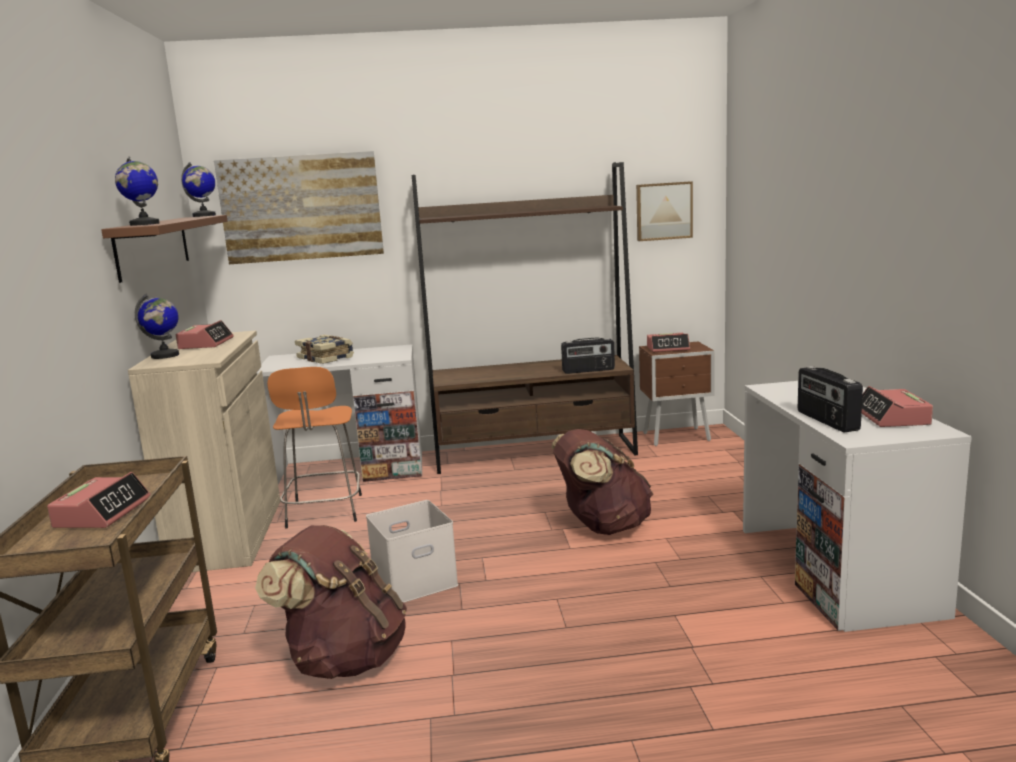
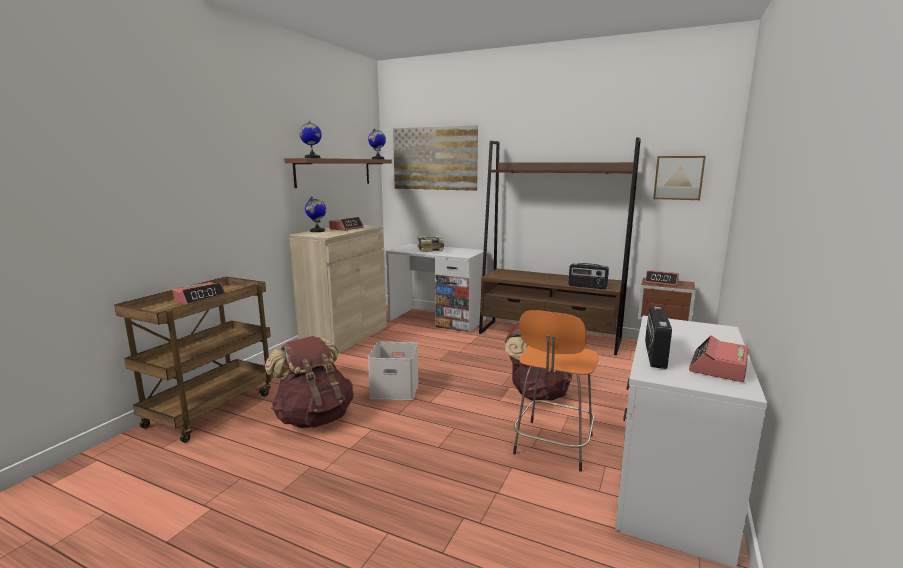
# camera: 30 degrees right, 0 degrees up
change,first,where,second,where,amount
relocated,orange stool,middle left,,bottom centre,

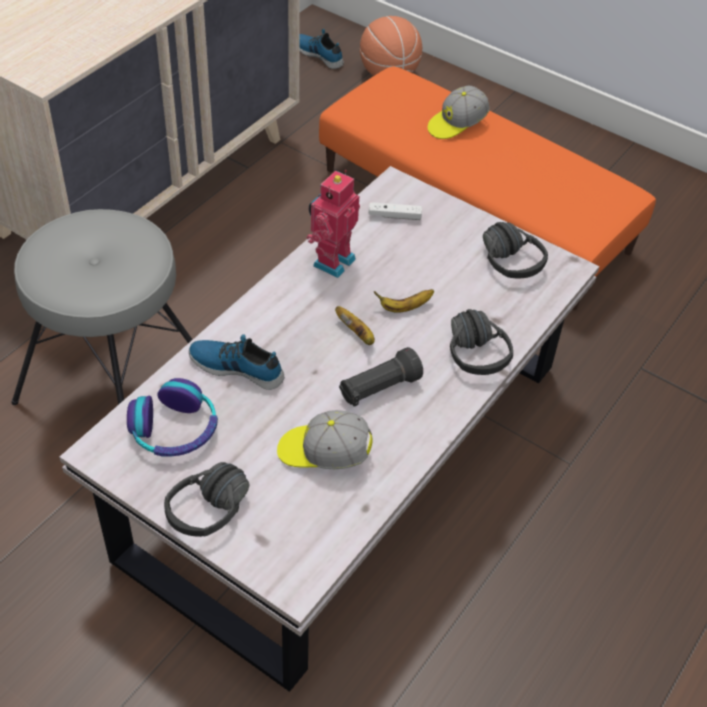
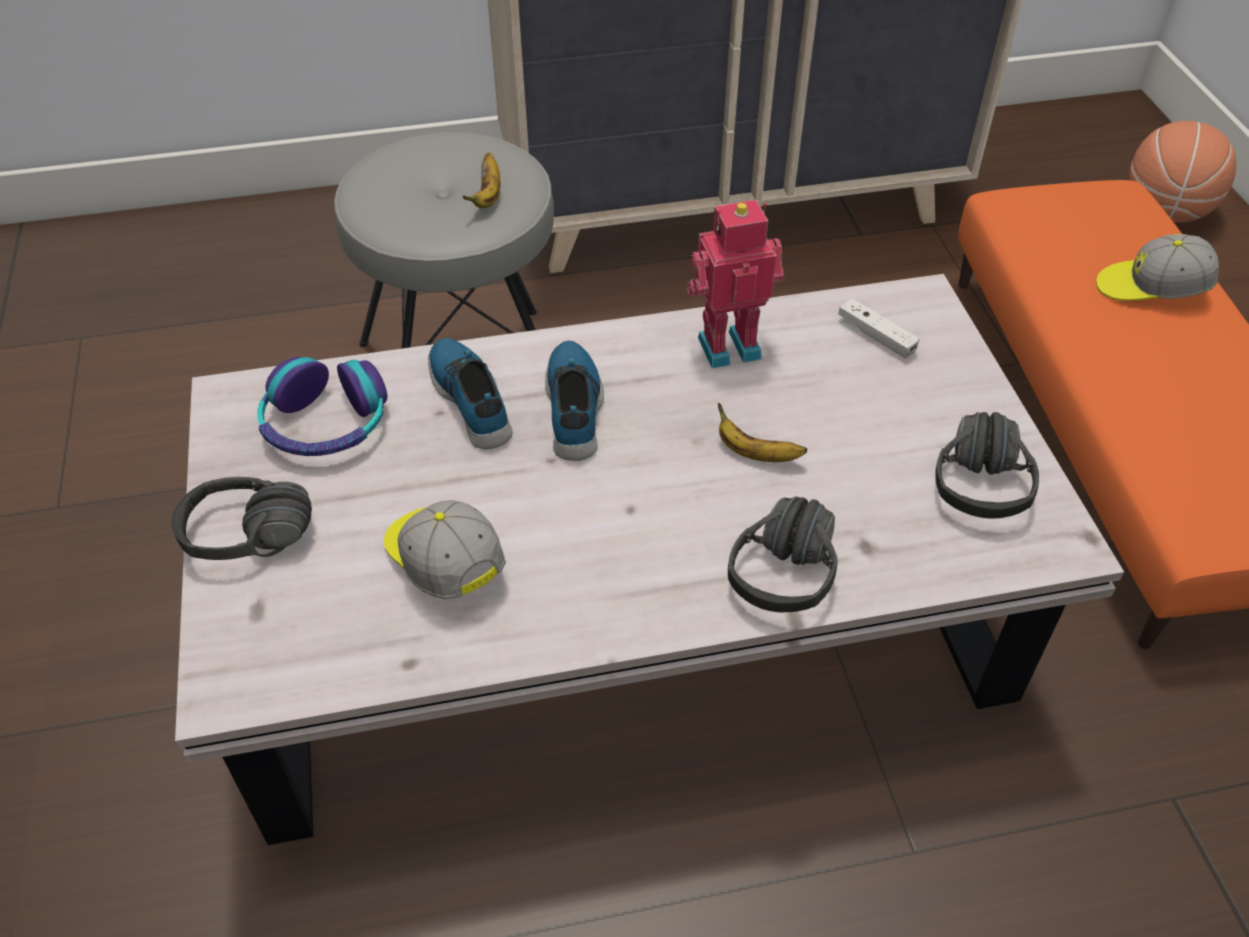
# camera: 45 degrees right, 0 degrees up
change,first,where,second,where,amount
relocated,banana (no. 1 from left),centre,,top centre,
relocated,shoe (no. 2 from left),top centre,,centre,
missing,black flashlight,centre,,,

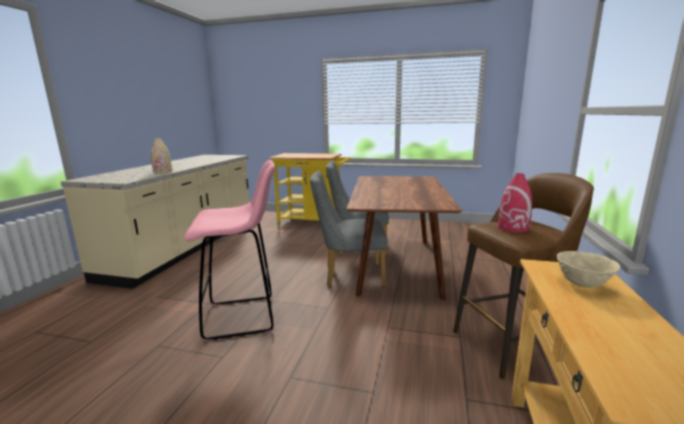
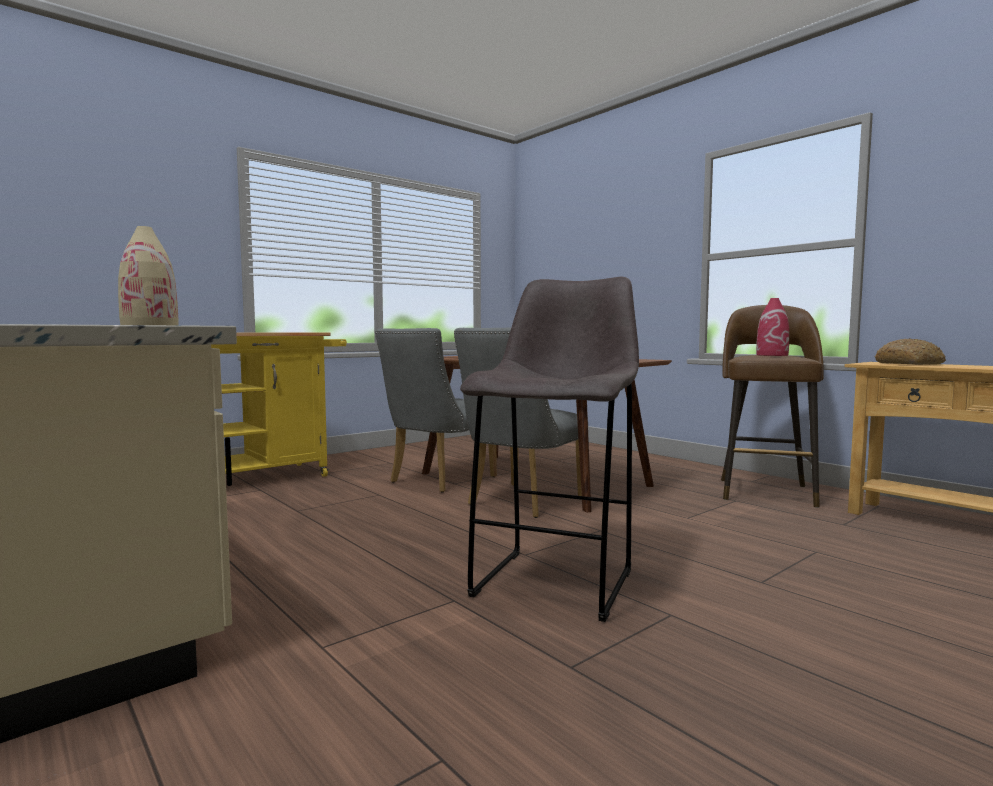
# camera: 55 degrees left, 10 degrees down
change,first,where,second,where,amount
colour,pink stool,centre,grey stool,centre,
exchanged,beige bowl,middle right,bread,middle right,

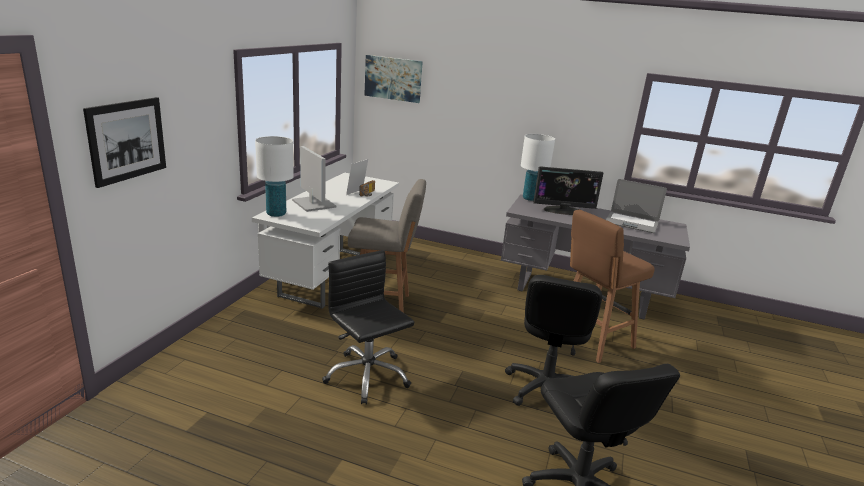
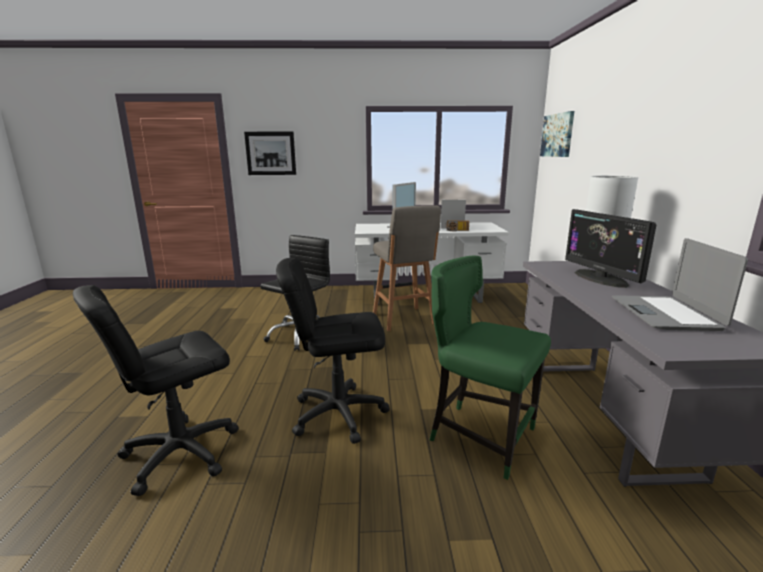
# camera: 70 degrees right, 5 degrees down
change,first,where,second,where,amount
exchanged,brown stool,middle right,green chair,centre,
missing,white table lamp (no. 1 from left),middle left,,,

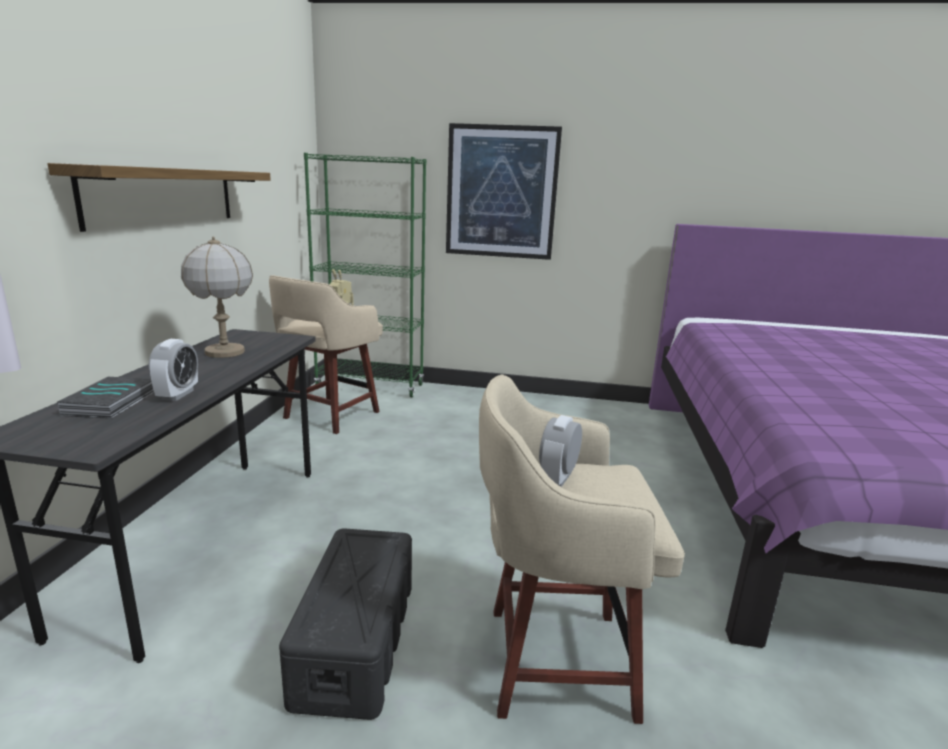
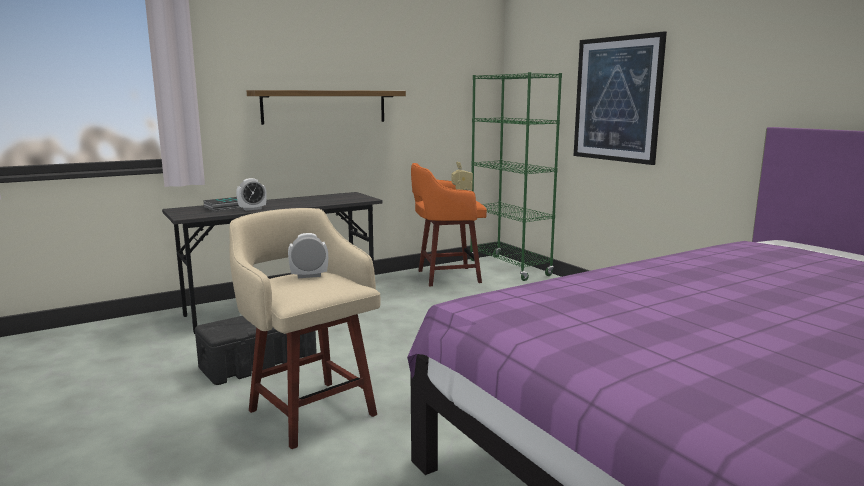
# camera: 50 degrees right, 5 degrees down
change,first,where,second,where,amount
colour,beige stool (no. 1 from left),centre,orange stool,centre,
missing,table lamp,middle left,,,

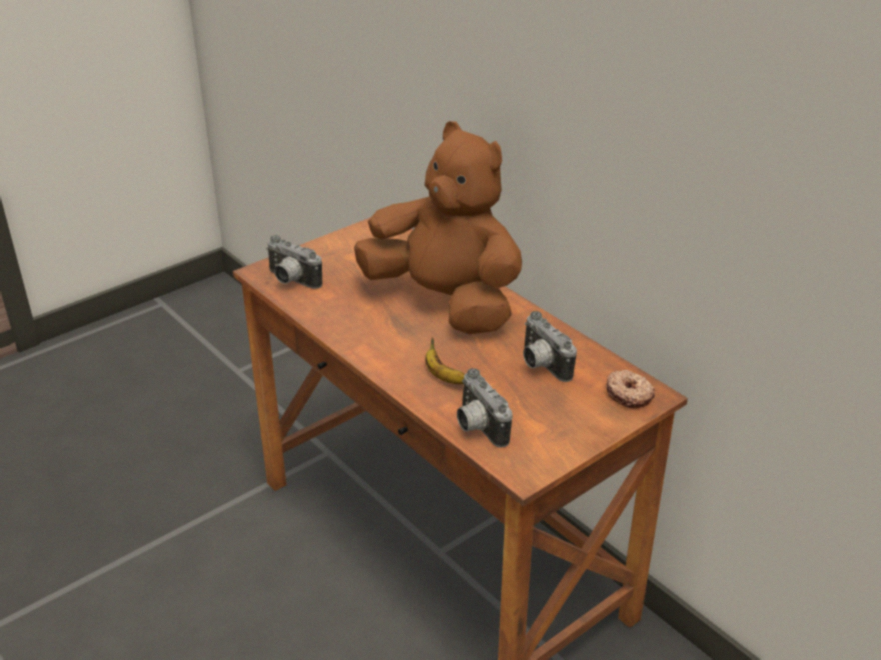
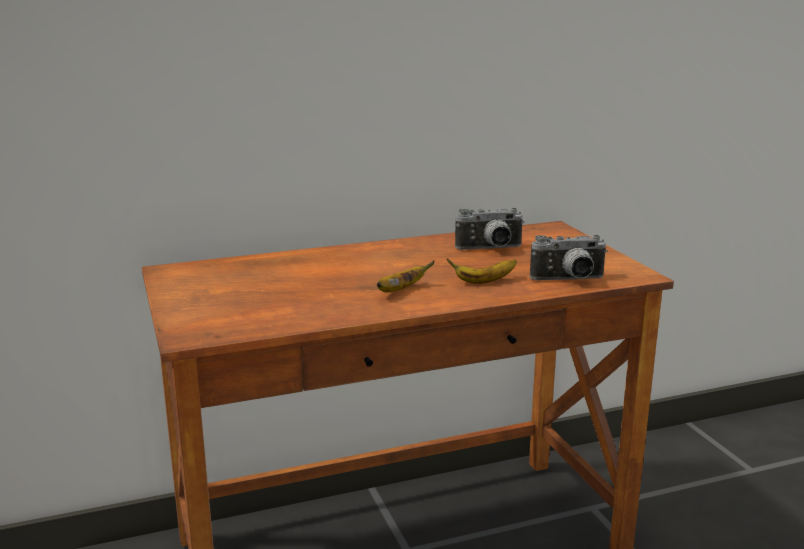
# camera: 70 degrees left, 15 degrees down
change,first,where,second,where,amount
appeared,,,banana (no. 1 from left),centre,
missing,photo camera (no. 1 from left),centre,,,
missing,brown plush toy,centre,,,
missing,donut,middle right,,,

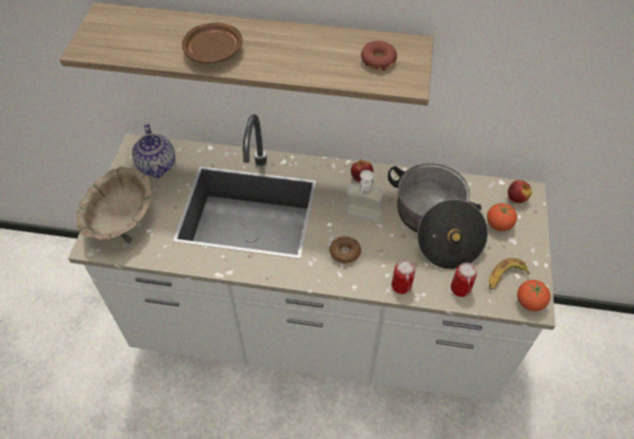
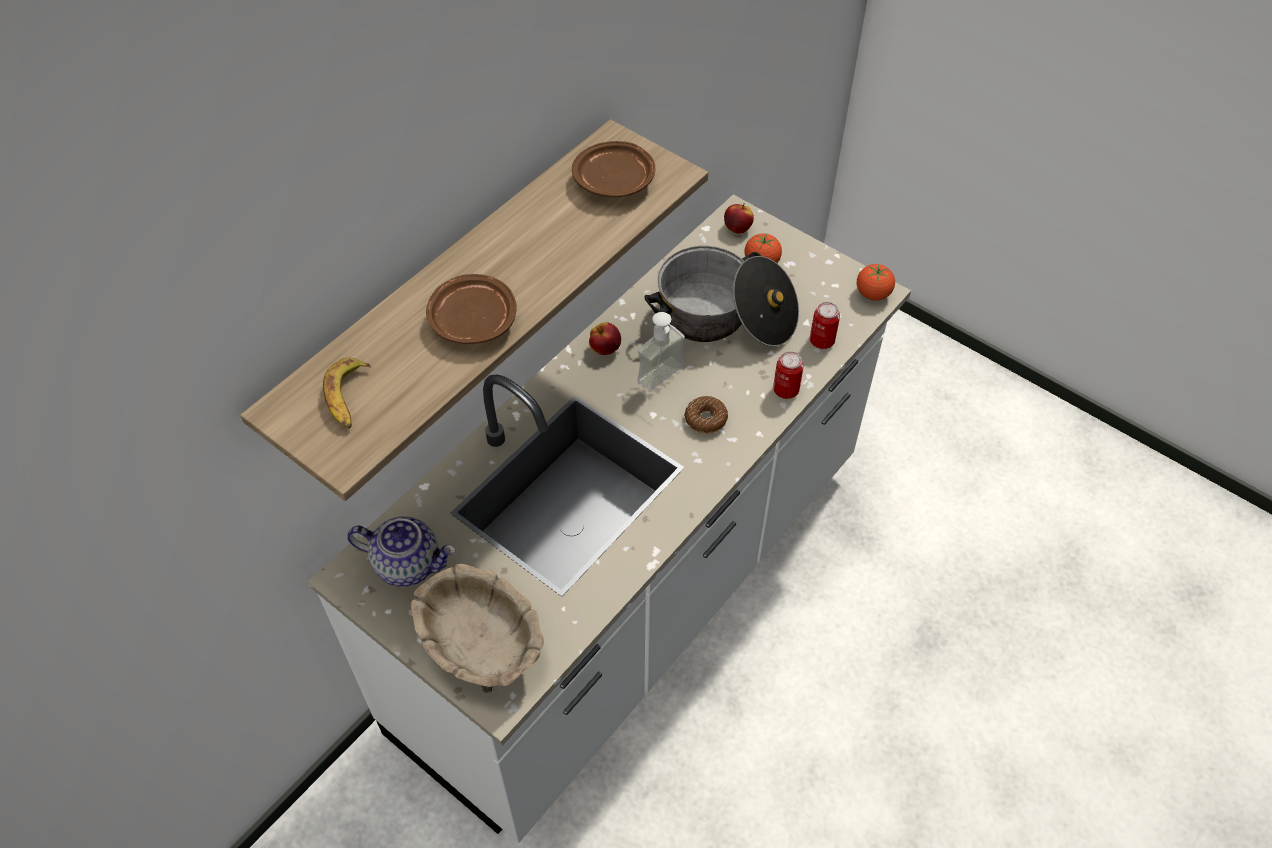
# camera: 60 degrees left, 0 degrees up
change,first,where,second,where,amount
relocated,banana,middle right,,middle left,
exchanged,donut (no. 2 from left),top centre,brown plate (no. 2 from left),top centre,

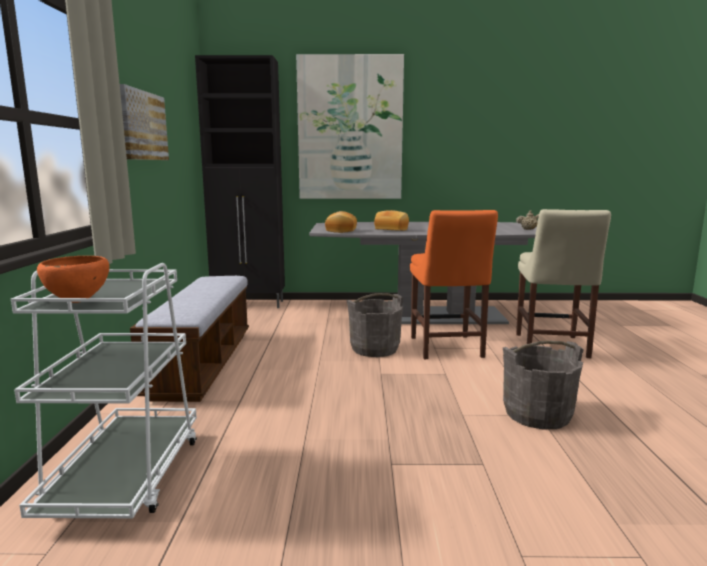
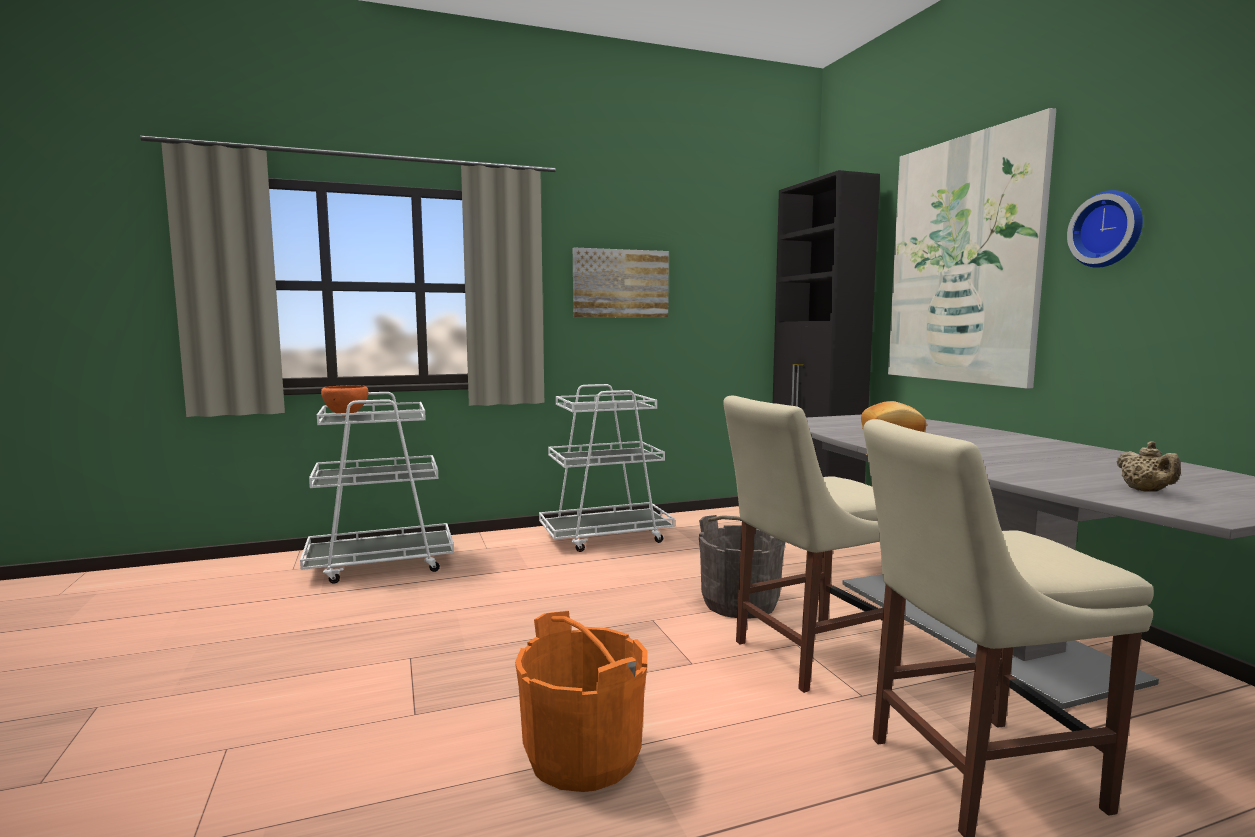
# camera: 70 degrees right, 5 degrees down
change,first,where,second,where,amount
colour,grey bucket (no. 2 from left),bottom right,orange bucket,bottom centre,
exchanged,bench,middle left,white cart (no. 2 from left),centre,
colour,orange chair,centre,beige chair (no. 1 from left),centre,
appeared,,,wall clock,top right,
missing,bread (no. 1 from left),centre,,,

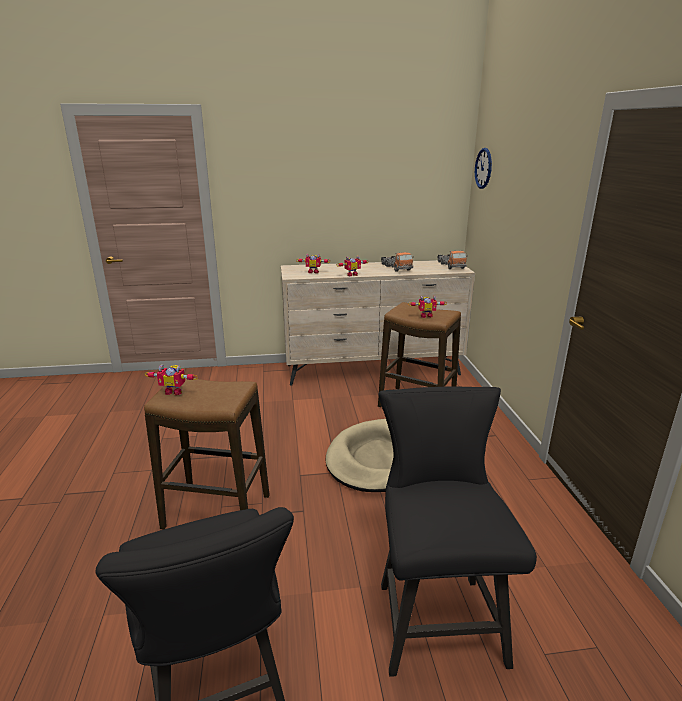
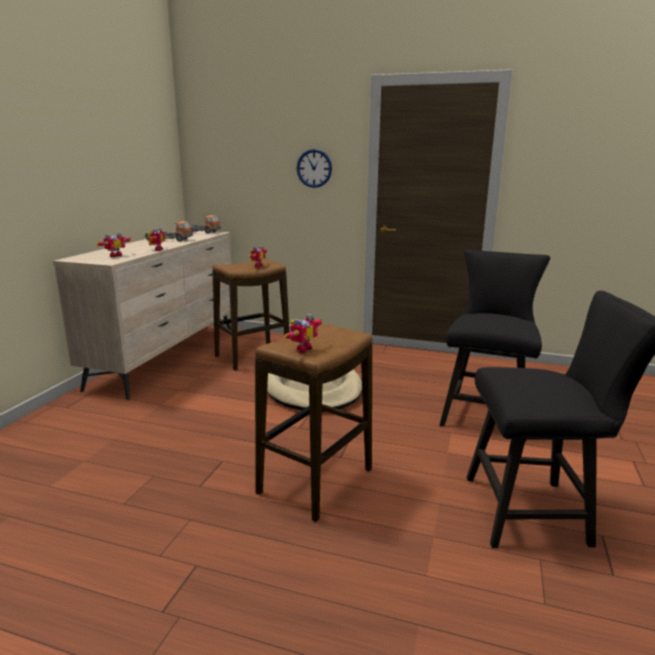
# camera: 65 degrees left, 5 degrees down
change,first,where,second,where,amount
relocated,wall clock,top right,,top centre,
spun,black chair (no. 2 from left in the first image),bottom right,black chair (no. 1 from left),middle right,90 degrees clockwise

